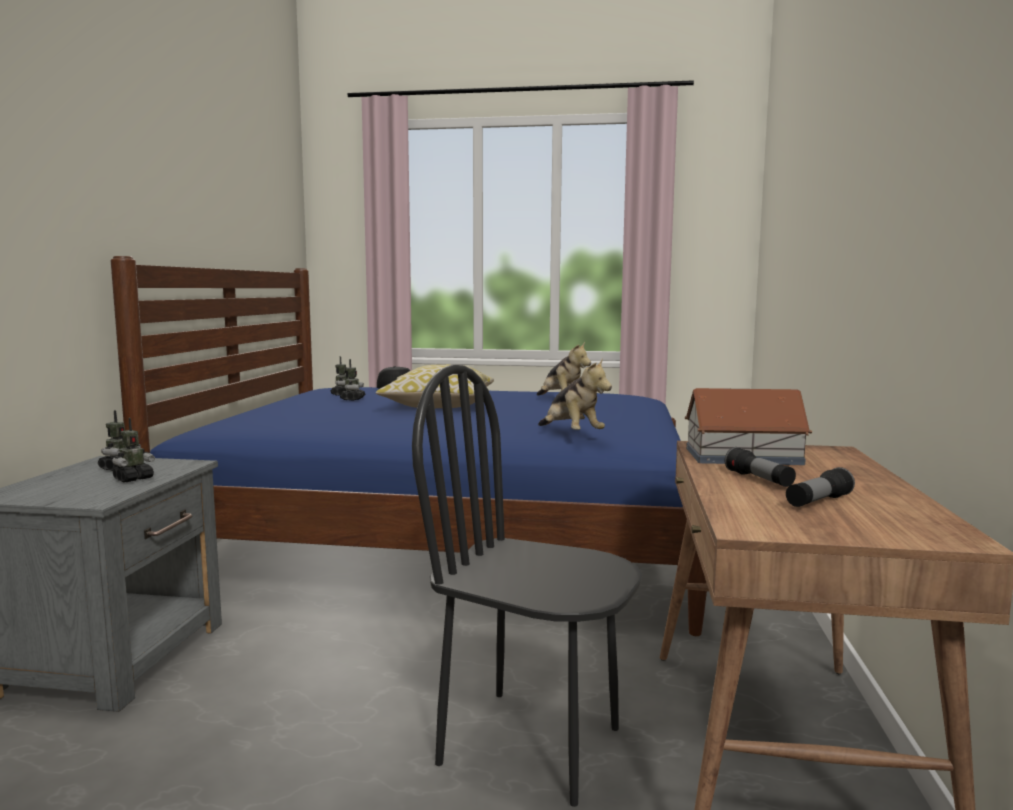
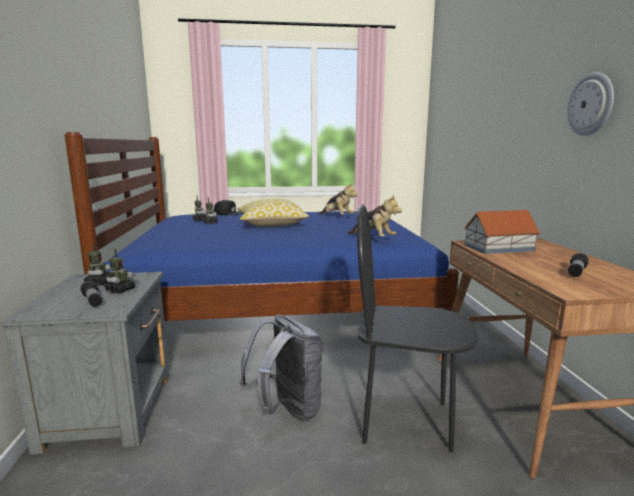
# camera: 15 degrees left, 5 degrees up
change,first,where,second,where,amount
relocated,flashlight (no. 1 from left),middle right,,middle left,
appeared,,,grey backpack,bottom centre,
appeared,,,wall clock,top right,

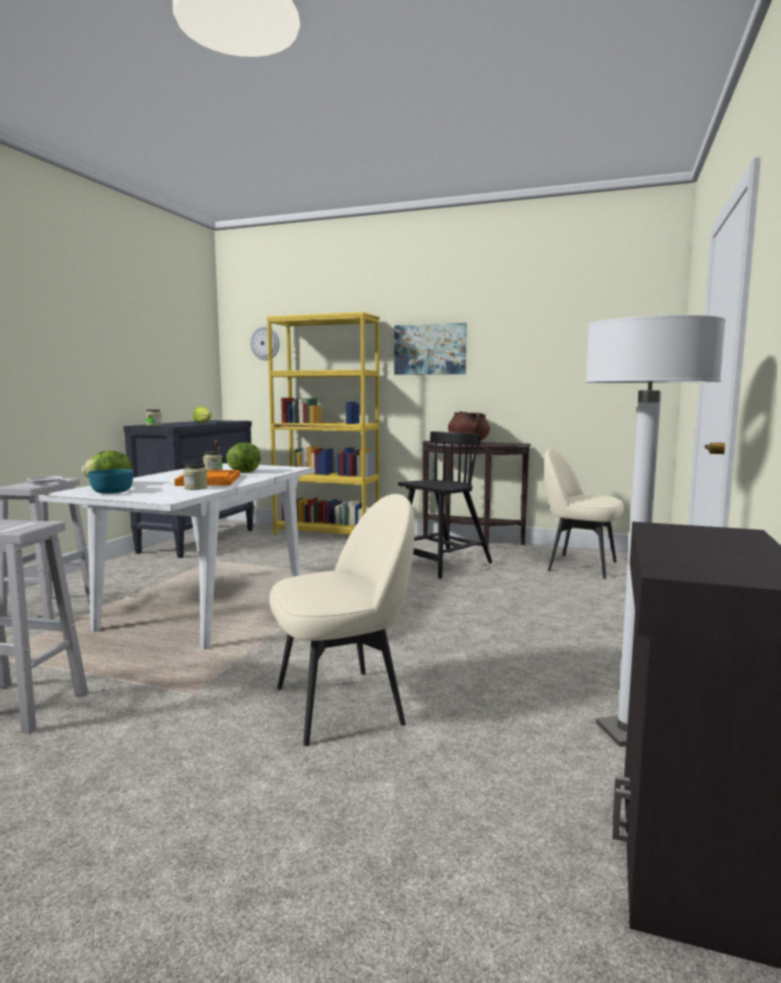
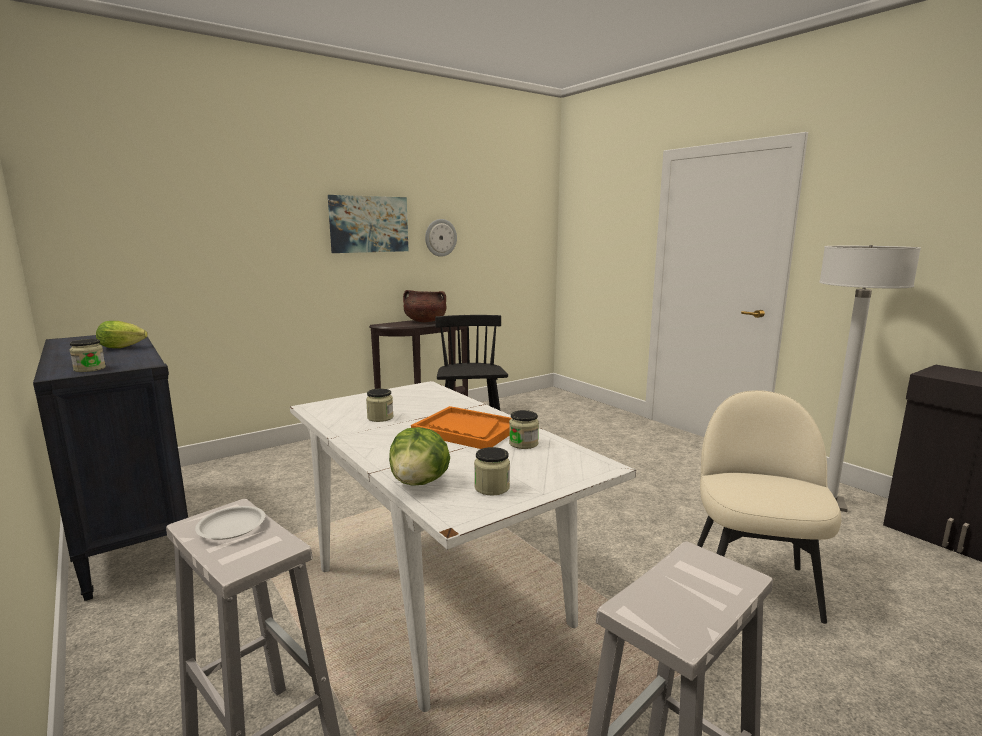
# camera: 55 degrees left, 5 degrees up
change,first,where,second,where,amount
relocated,wall clock,centre,,top centre,
exchanged,turquoise bowl,middle left,jar (no. 3 from left),centre,
missing,lettuce (no. 3 from left),middle left,,,
missing,yellow bookcase,centre,,,
missing,beige chair (no. 2 from left),middle right,,,

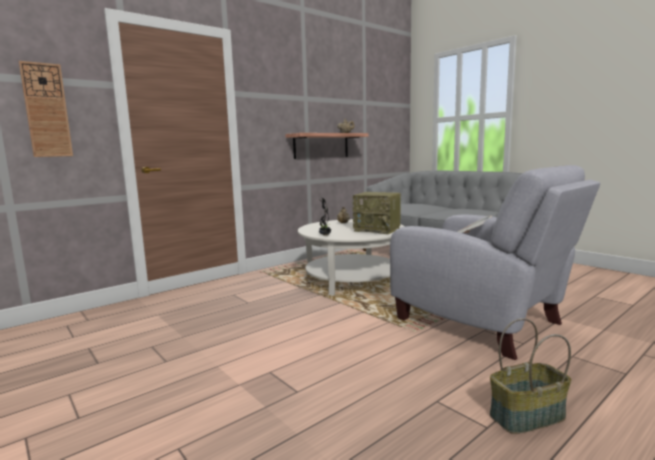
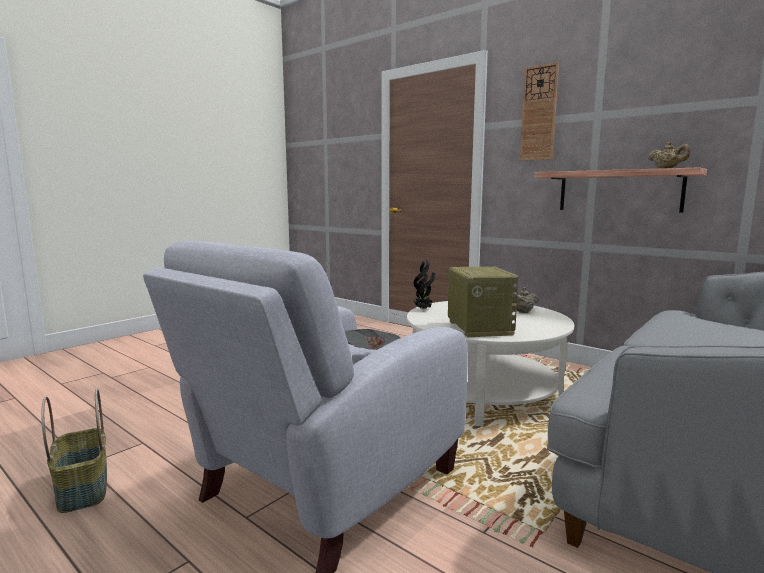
# camera: 80 degrees right, 0 degrees up
change,first,where,second,where,amount
spun,radio,centre,,centre,150 degrees clockwise
relocated,wall clock,top left,,top right,

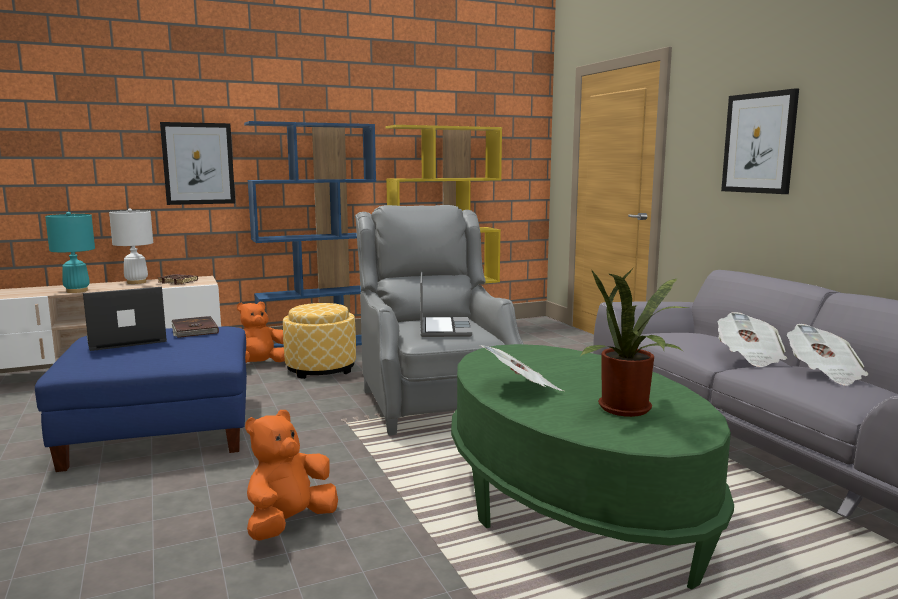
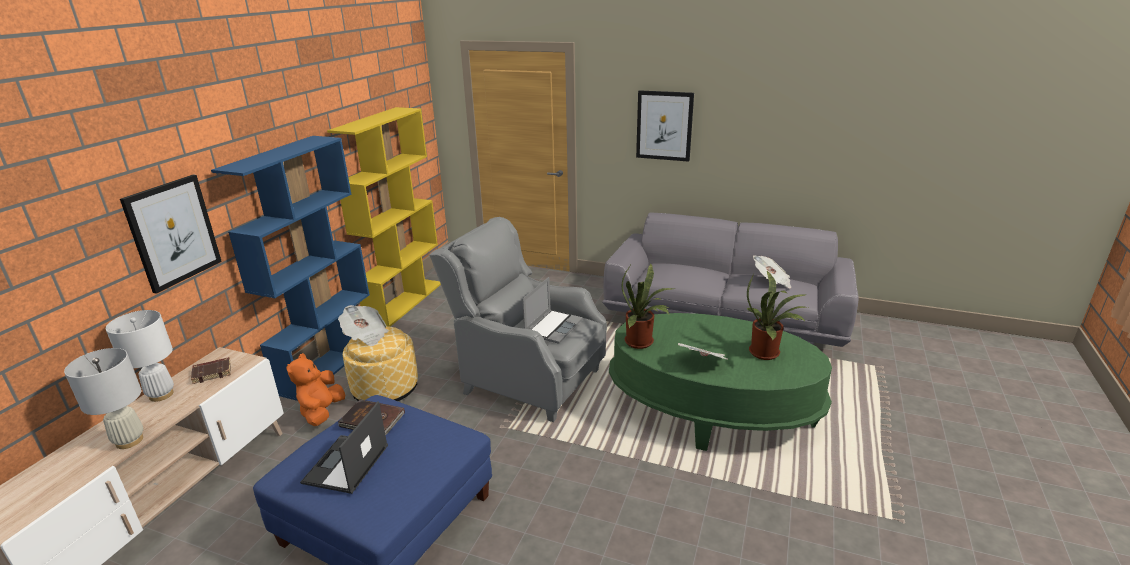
# camera: 45 degrees left, 15 degrees up
change,first,where,second,where,amount
colour,turquoise table lamp,middle left,white table lamp (no. 1 from left),bottom left,
relocated,newspaper (no. 2 from left in the first image),middle right,newspaper (no. 1 from left),middle left,
spun,laptop (no. 2 from left),centre,,centre,75 degrees clockwise
appeared,,,potted plant (no. 1 from left),centre,
missing,orange plush toy (no. 2 from left),bottom left,,,

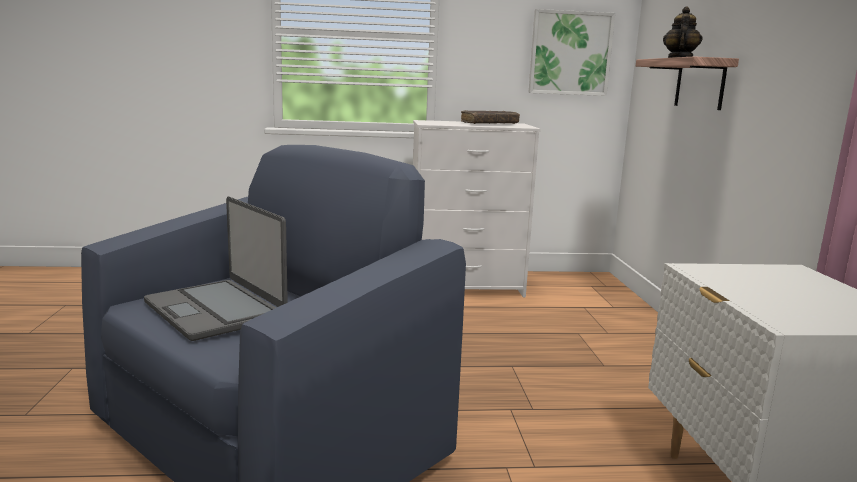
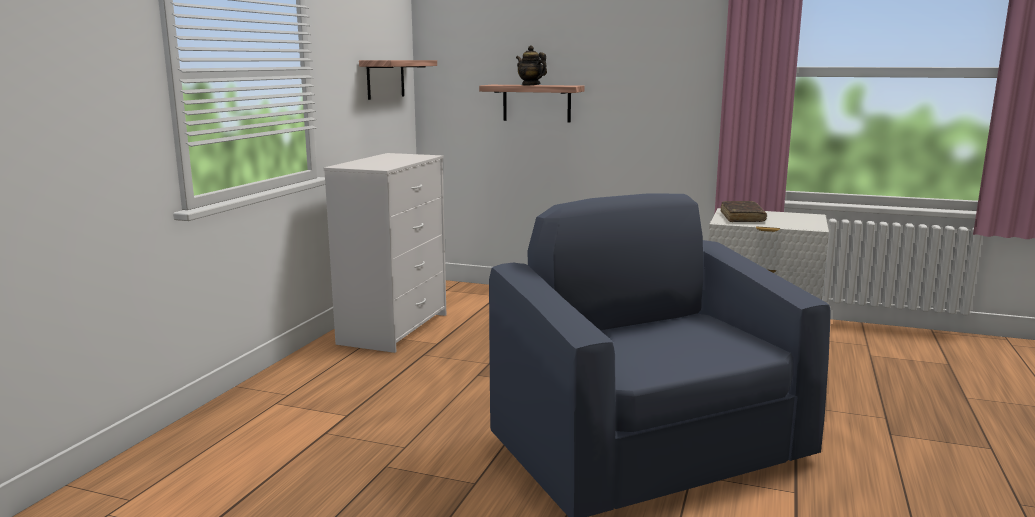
# camera: 65 degrees left, 0 degrees up
change,first,where,second,where,amount
exchanged,picture,top right,shelf (no. 1 from left),top centre,
relocated,brown book,top centre,,middle right,
missing,laptop,middle left,,,

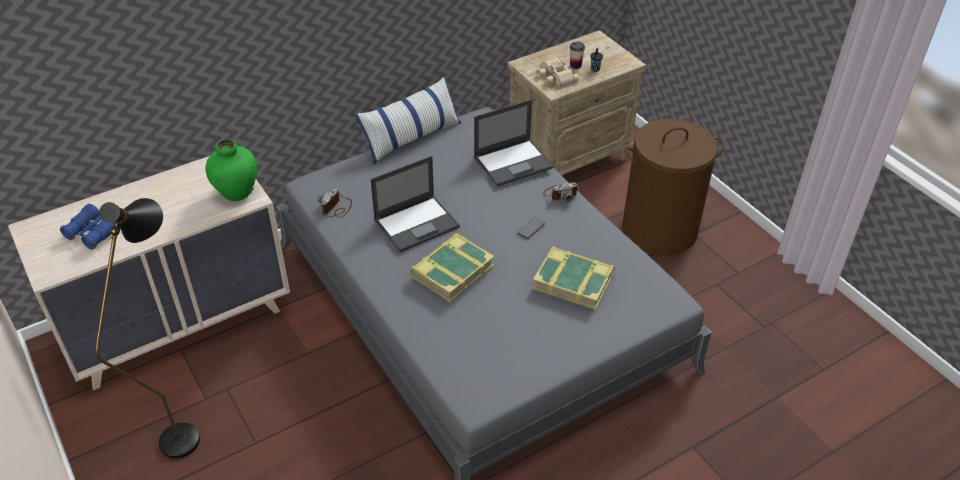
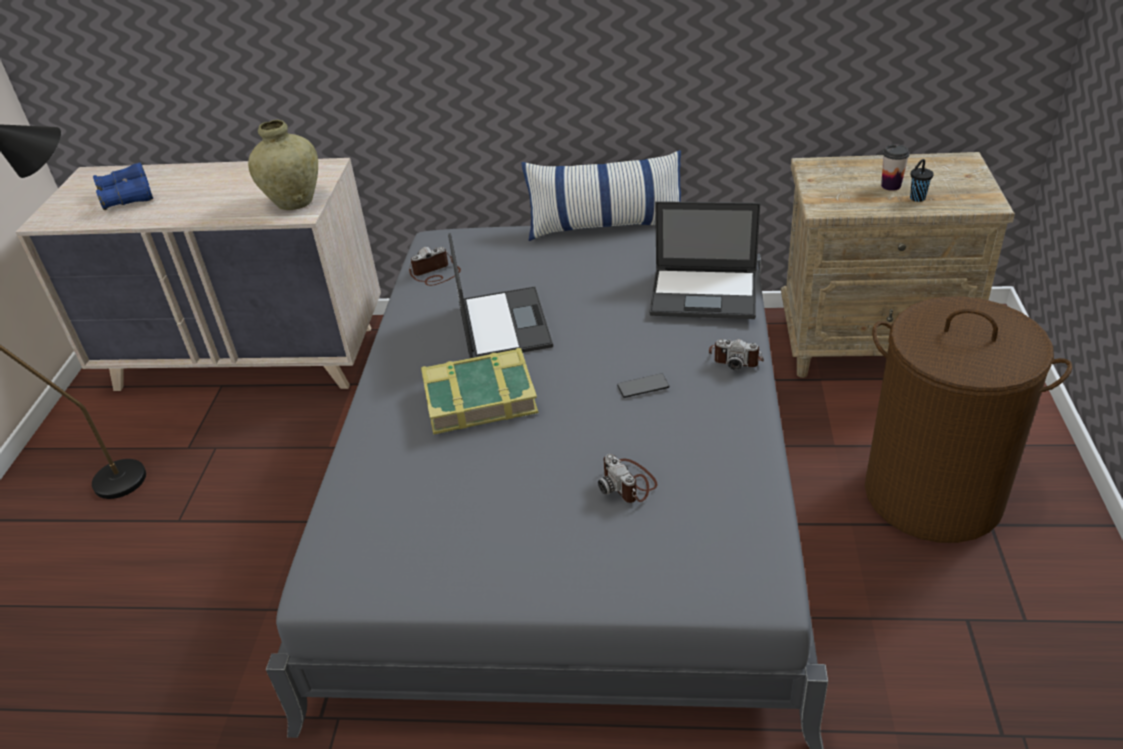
# camera: 40 degrees right, 5 degrees down
change,first,where,second,where,amount
colour,green vase,middle left,beige vase,top left,
spun,laptop (no. 1 from left),centre,,centre,105 degrees counterclockwise
exchanged,book (no. 2 from left),centre,photo camera (no. 2 from left),centre,
missing,beige binoculars,top centre,,,

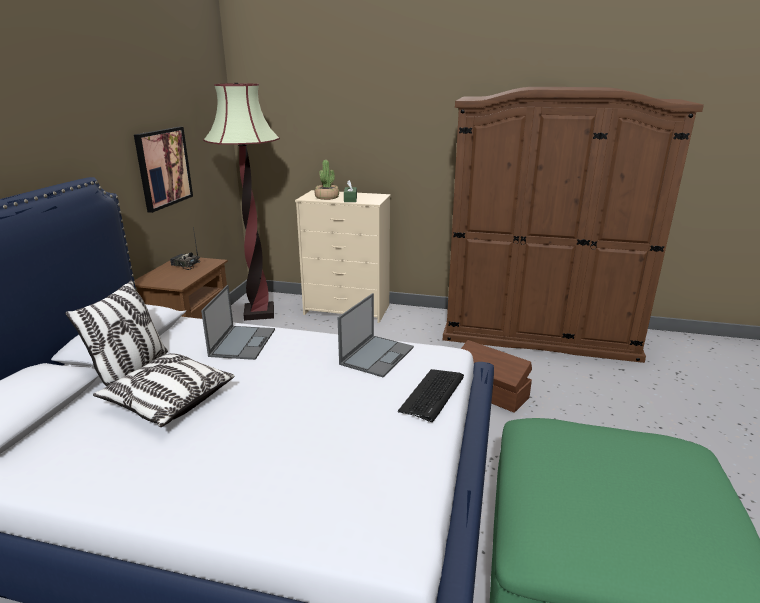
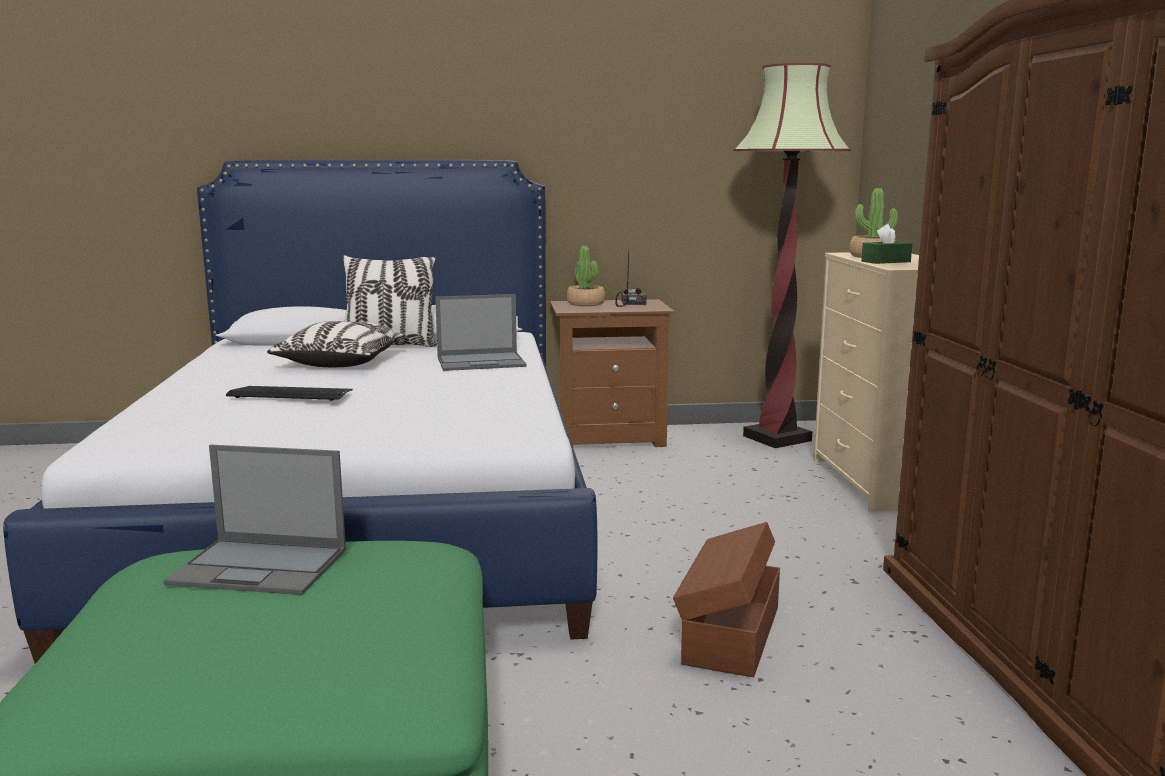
# camera: 70 degrees right, 10 degrees down
change,first,where,second,where,amount
relocated,laptop (no. 2 from left in the first image),centre,laptop (no. 1 from left),bottom left,
relocated,keyboard,centre,,middle left,
appeared,,,potted plant (no. 1 from left),centre,
missing,picture,top left,,,

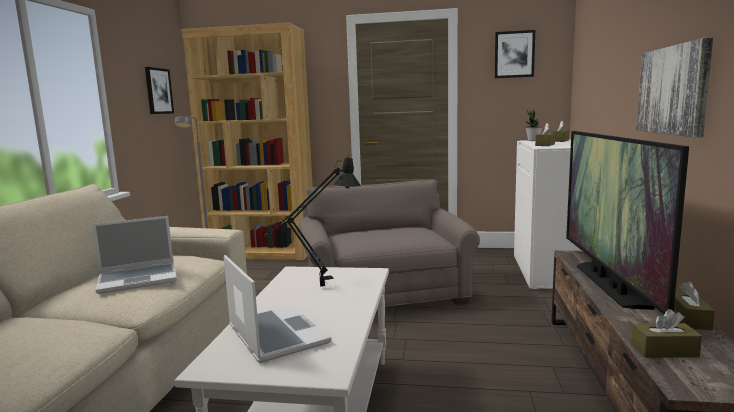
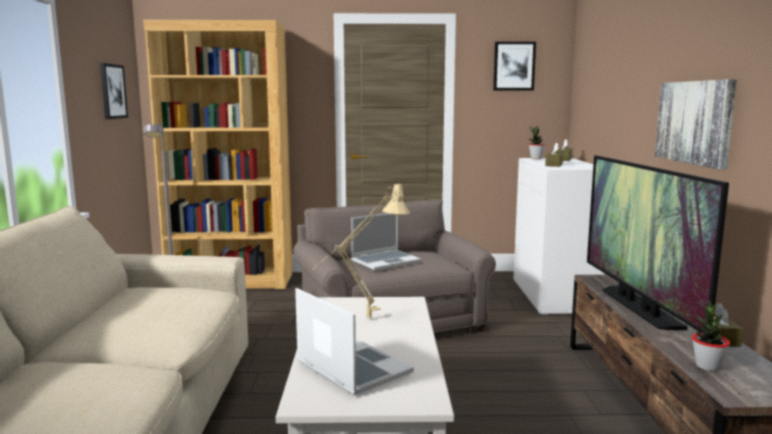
# camera: 10 degrees left, 0 degrees up
change,first,where,second,where,amount
colour,black table lamp,centre,beige table lamp,centre,
relocated,laptop (no. 1 from left in the first image),middle left,laptop (no. 2 from left),centre,
exchanged,brown tissue box (no. 3 from left),bottom right,potted plant (no. 2 from left),bottom right,

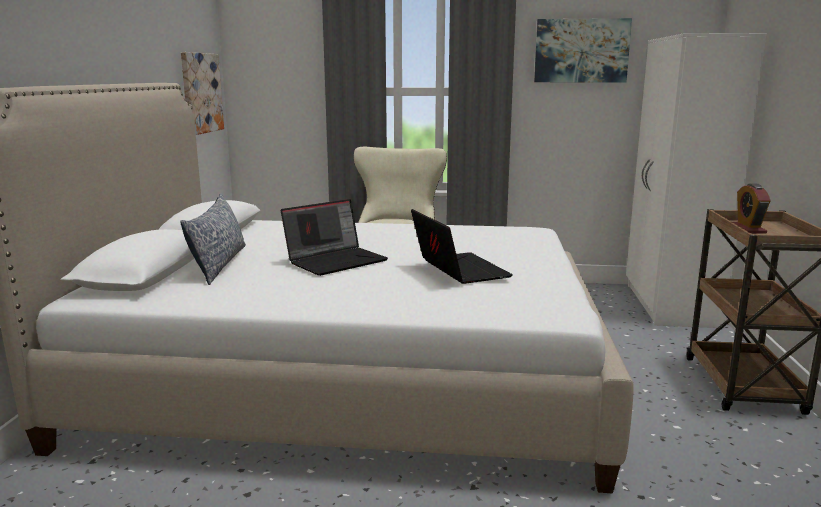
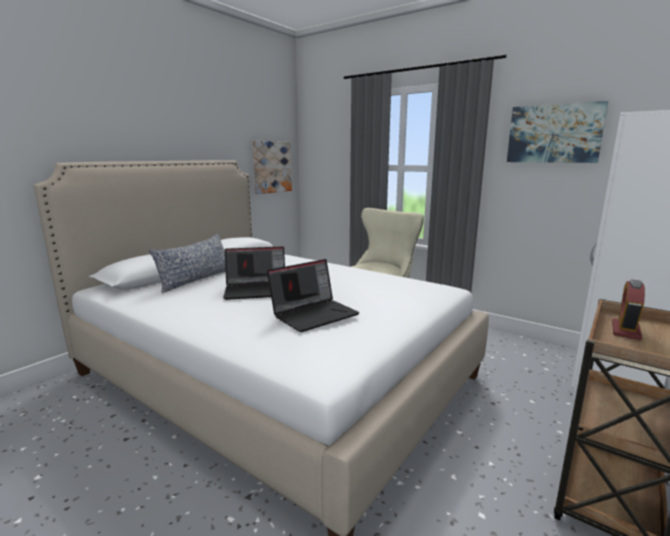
# camera: 30 degrees right, 0 degrees up
change,first,where,second,where,amount
spun,laptop (no. 2 from left),centre,,centre,45 degrees clockwise

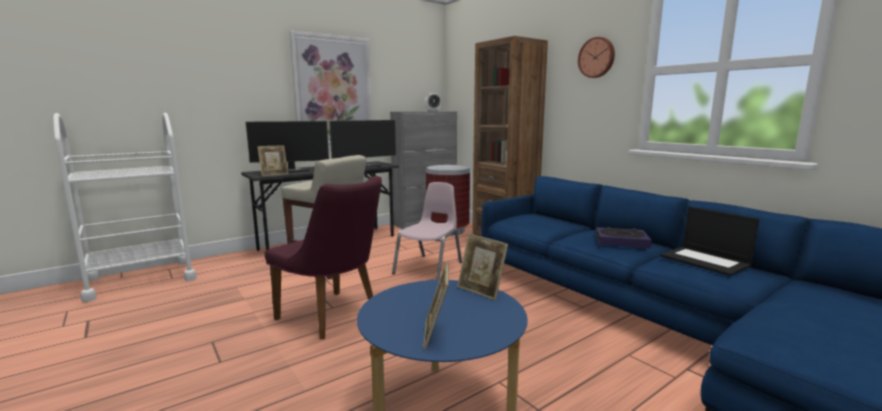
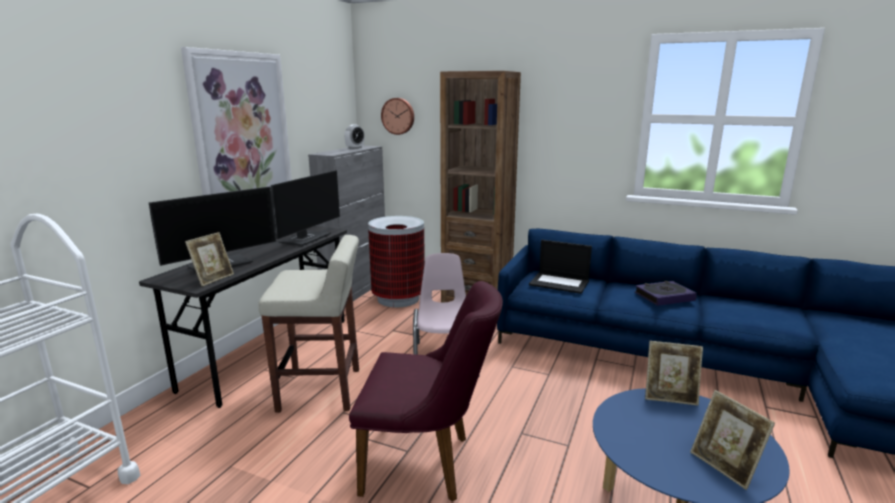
# camera: 30 degrees left, 5 degrees up
change,first,where,second,where,amount
relocated,wall clock,top right,,top centre,
relocated,laptop,middle right,,centre,

